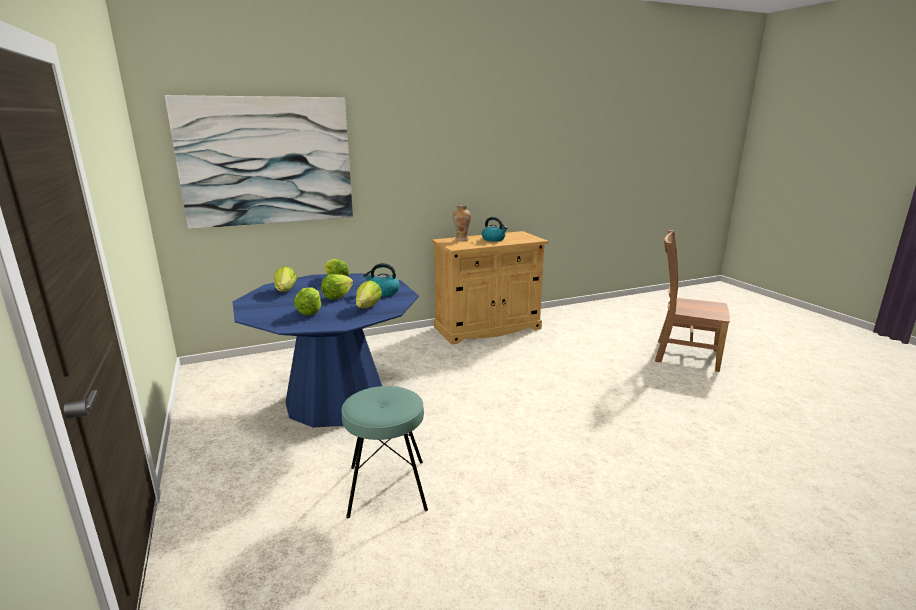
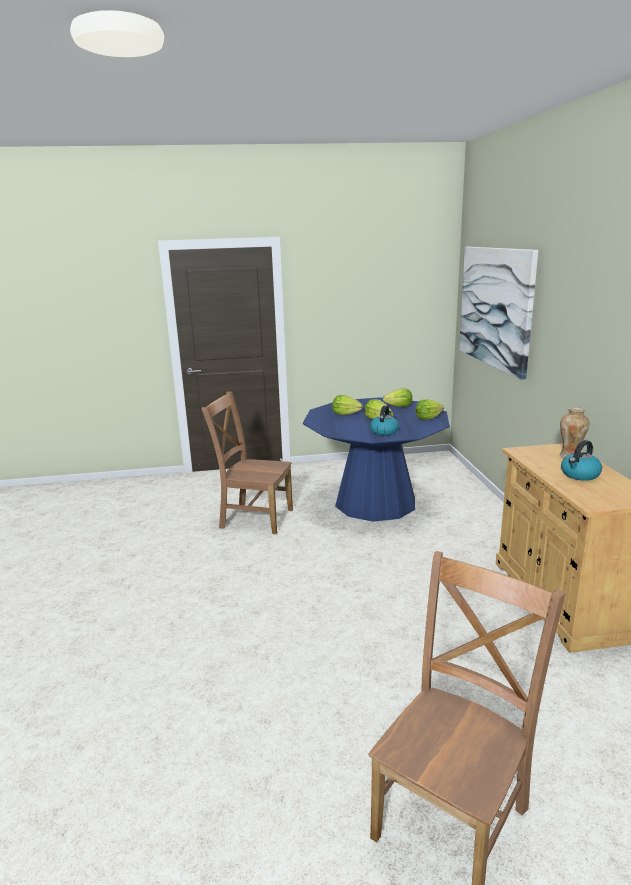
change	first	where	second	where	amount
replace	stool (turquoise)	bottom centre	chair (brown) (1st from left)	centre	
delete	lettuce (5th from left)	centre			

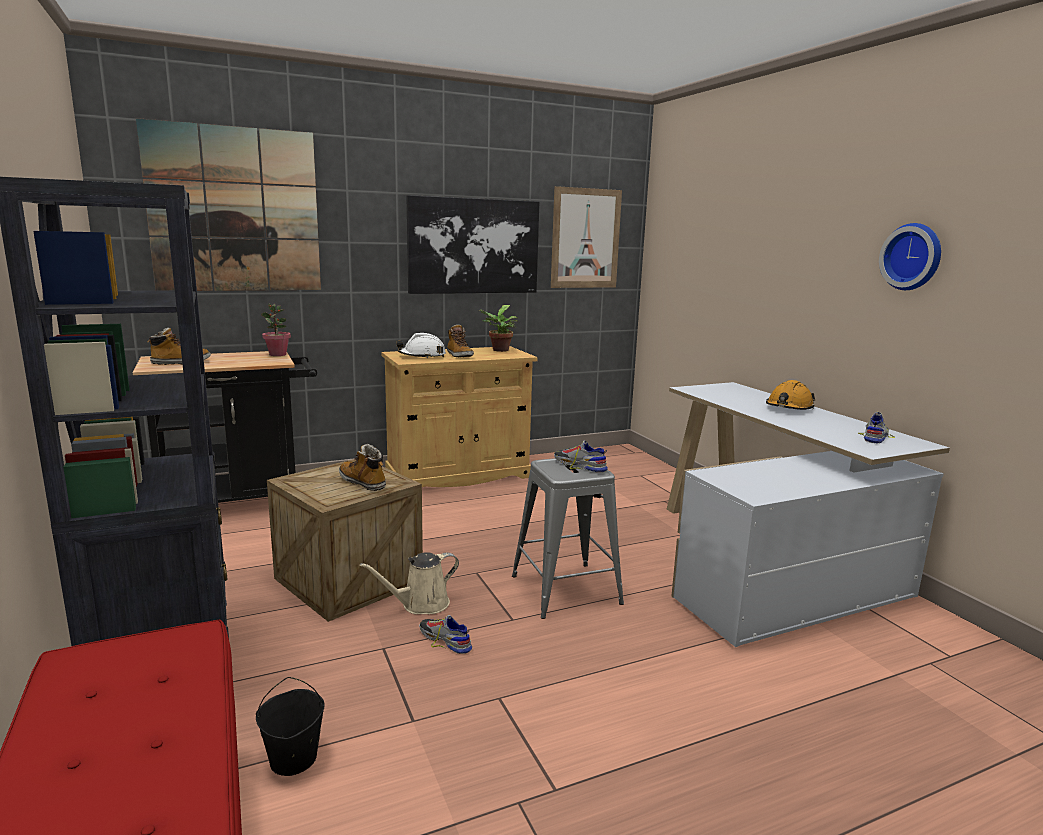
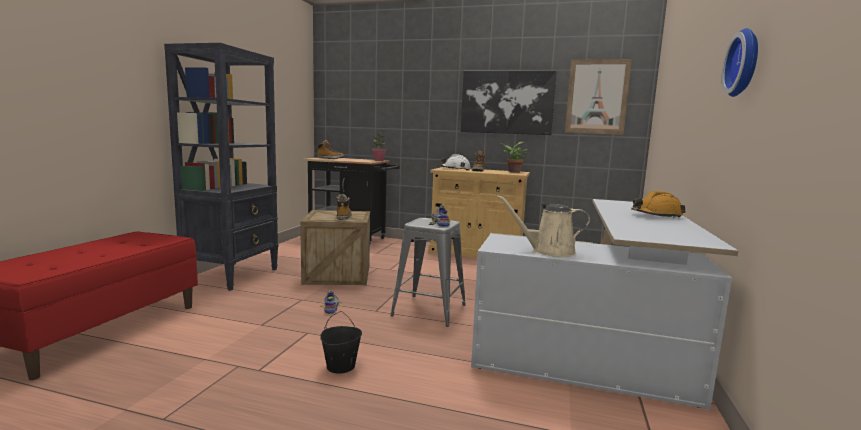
change	first	where	second	where	amount
delete	picture (1st from left)	top left			
move	bucket (black)	bottom left		bottom centre	
move	watering can (beige)	bottom centre		centre	
delete	shoe (3rd from left)	middle right			

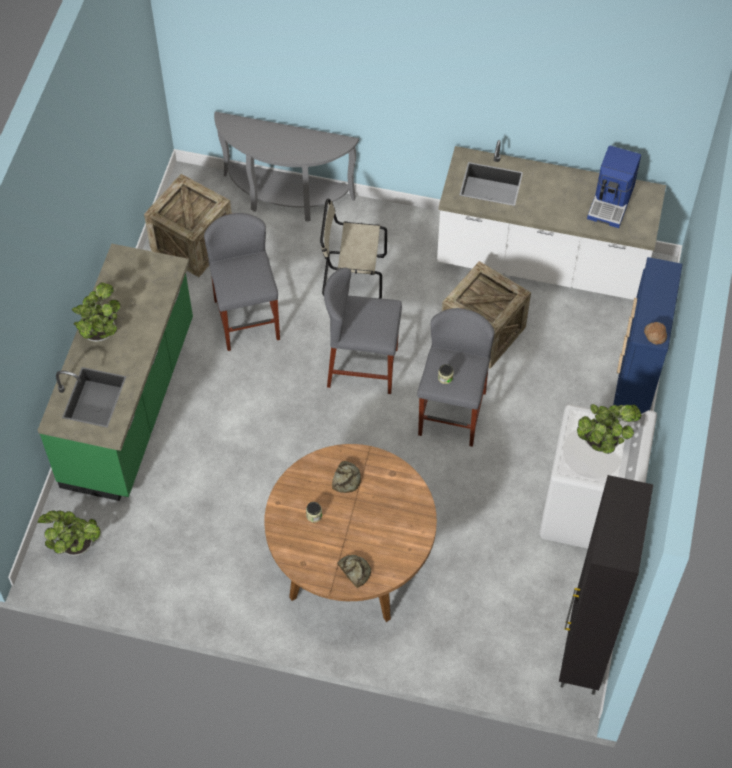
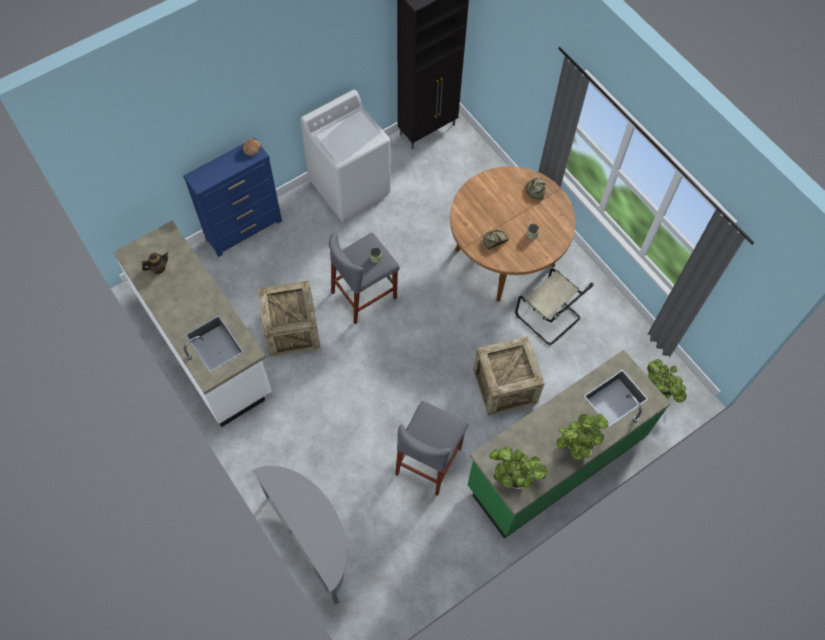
change	first	where	second	where	amount
move	crate (1st from left in the first image)	top left	crate (2nd from left)	centre	
move	chair (beige)	top centre		middle right	
delete	stool (grey) (2nd from left)	centre			
move	potted plant (3rd from left in the first image)	middle right	potted plant (1st from left)	bottom centre	
replace	coffee machine	top right	teapot	middle left	

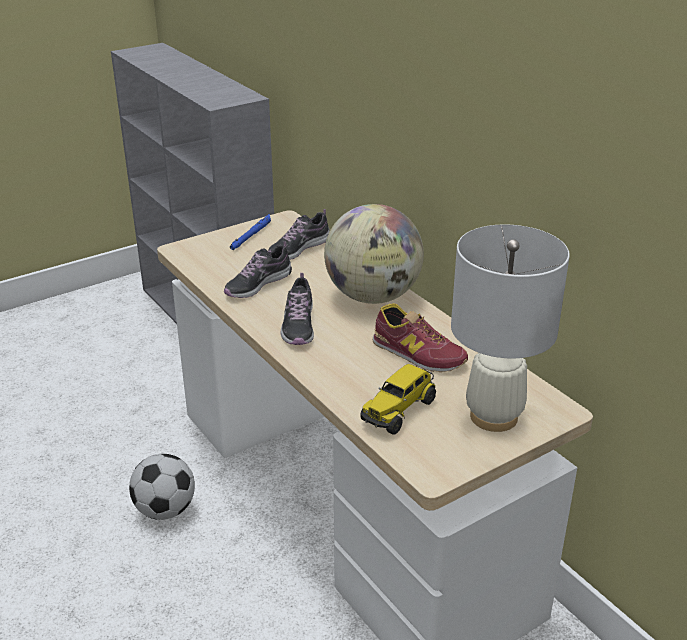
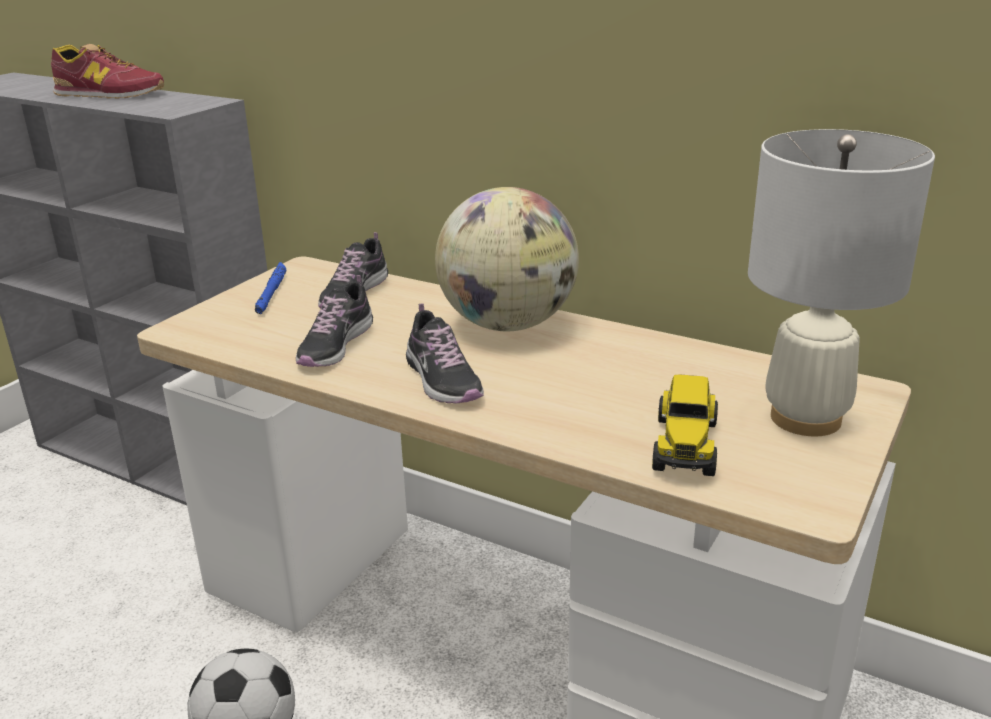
change	first	where	second	where	amount
move	shoe (4th from left in the first image)	centre	shoe (1st from left)	top left	

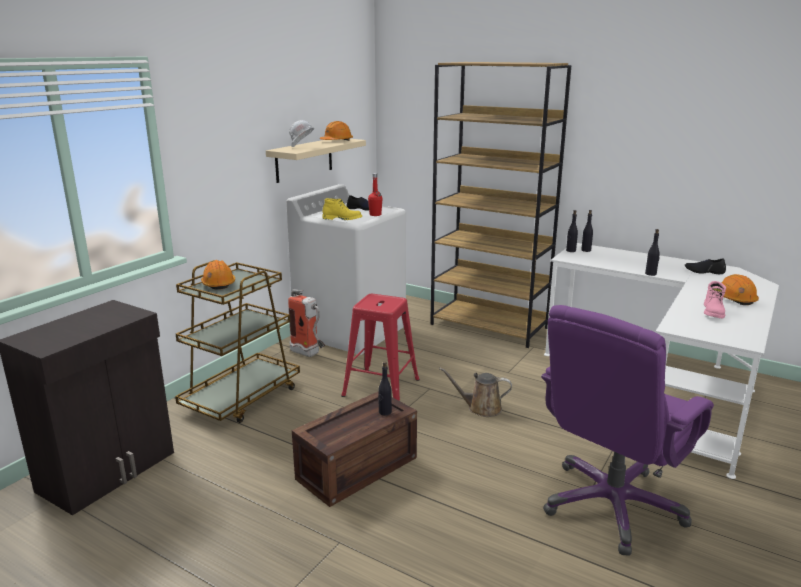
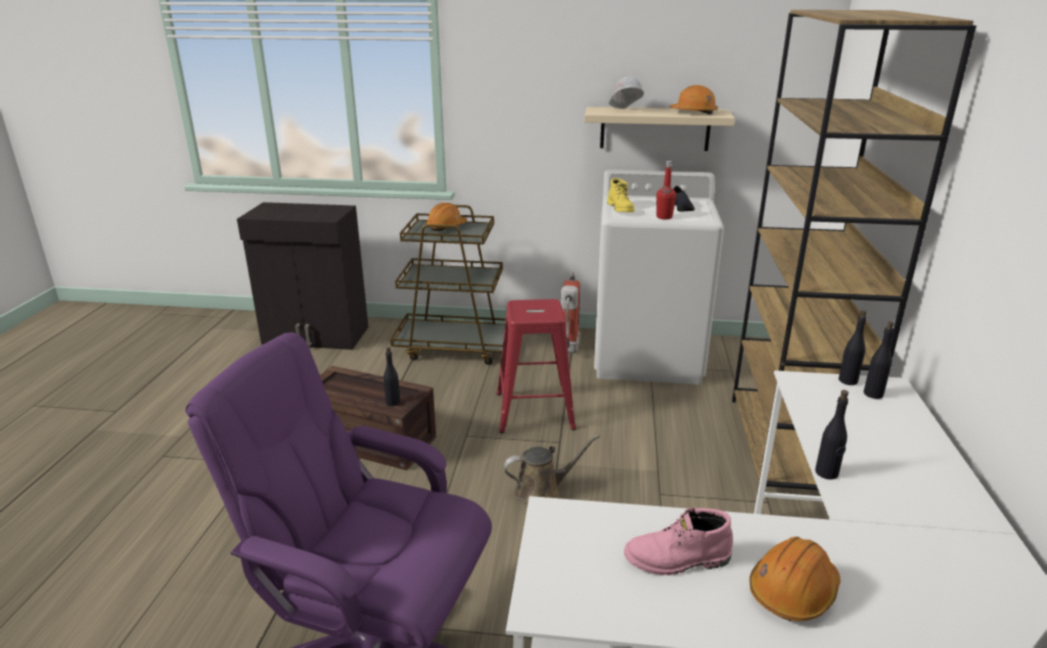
change	first	where	second	where	amount
rotate	watering can (brown)	bottom centre		bottom centre	90 degrees clockwise
delete	shoe (black) (2nd from left)	middle right			

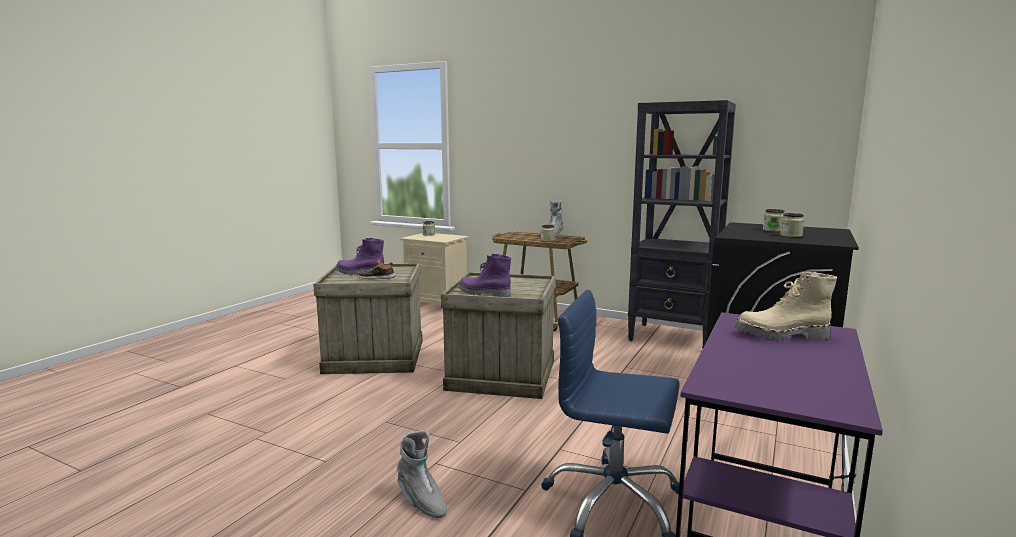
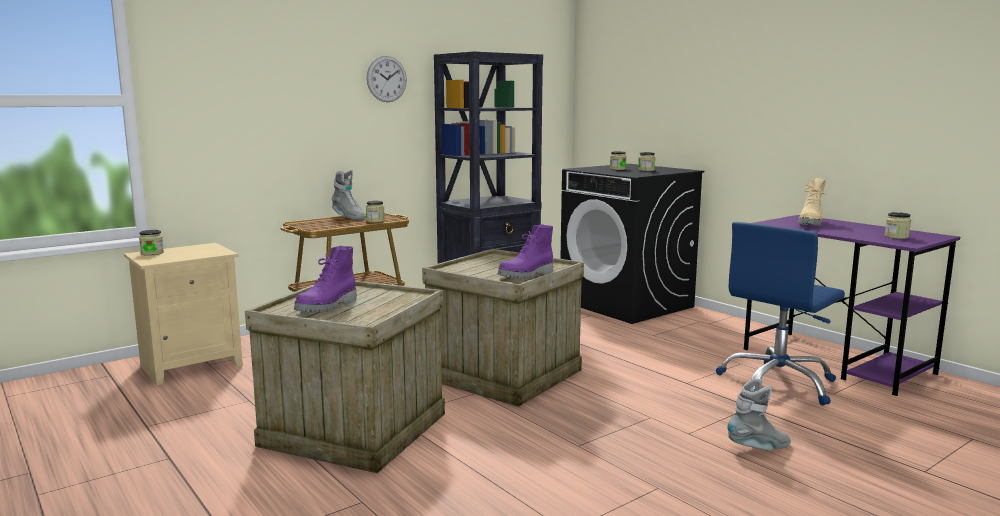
change	first	where	second	where	amount
delete	shoe	centre			
insert			wall clock	top centre	
insert			jar (5th from left)	middle right	

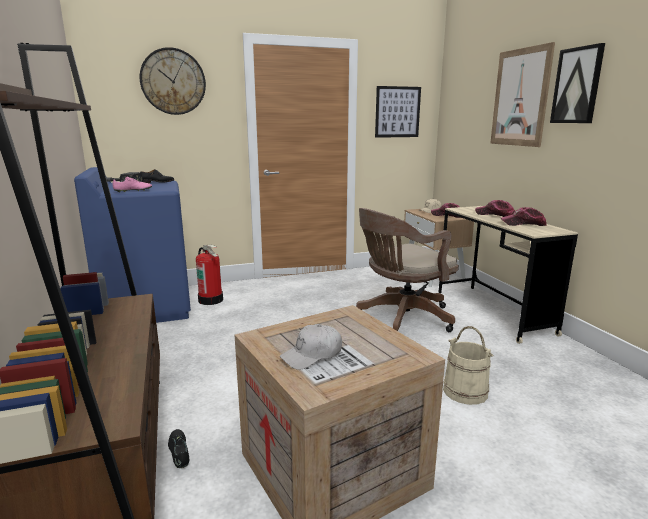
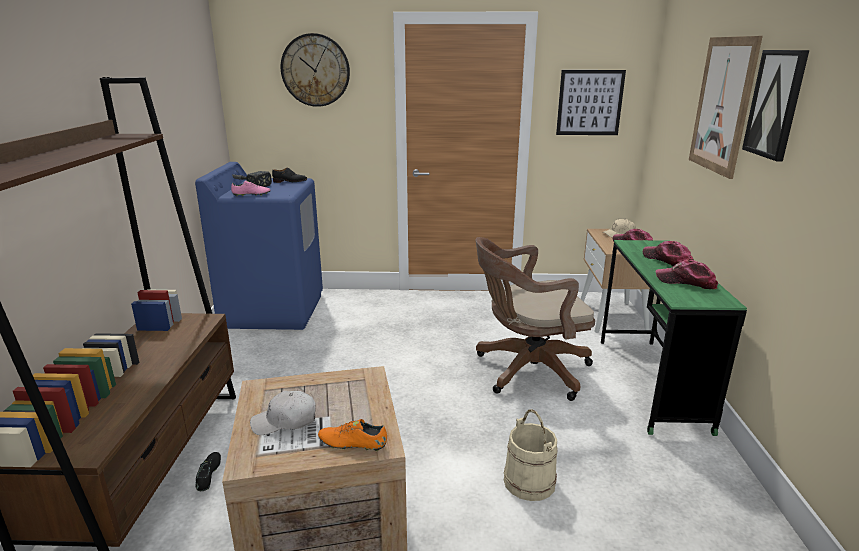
change	first	where	second	where	amount
delete	fire extinguisher	middle left			
recolor	desk (beige)	middle right	desk (green)	middle right	
insert			shoe (orange)	bottom centre	

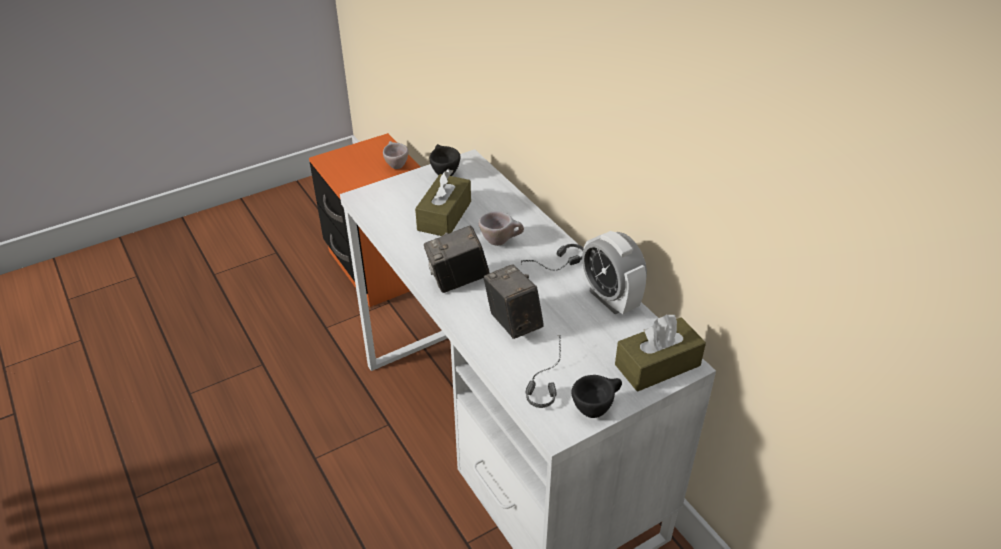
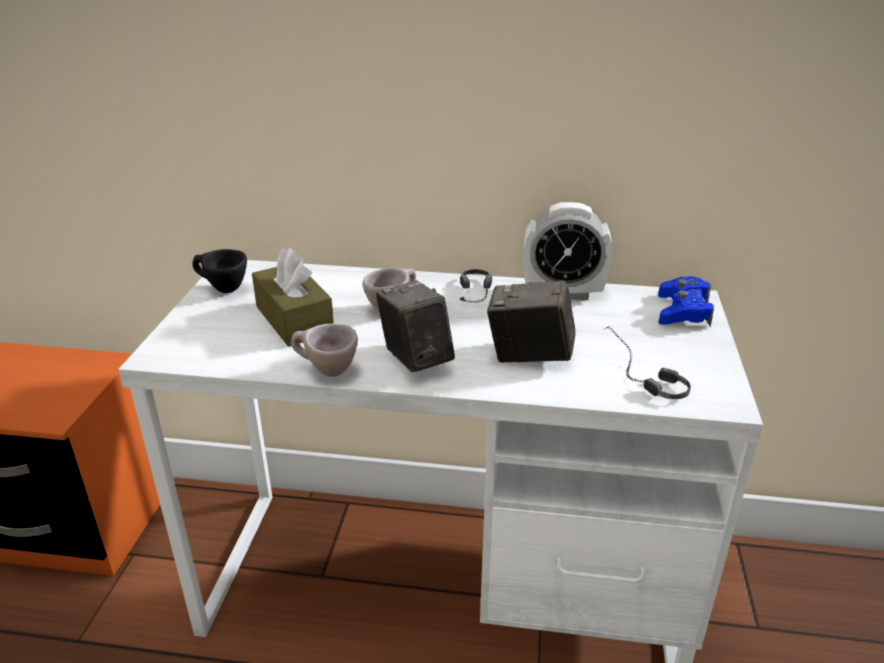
change	first	where	second	where	amount
move	cup (beige) (1st from left)	top centre		centre	
rotate	photo camera (1st from left)	centre		centre	135 degrees clockwise
delete	cup (black) (2nd from left)	bottom centre			
replace	tissue box (brown) (2nd from left)	centre	game controller (blue)	middle right	

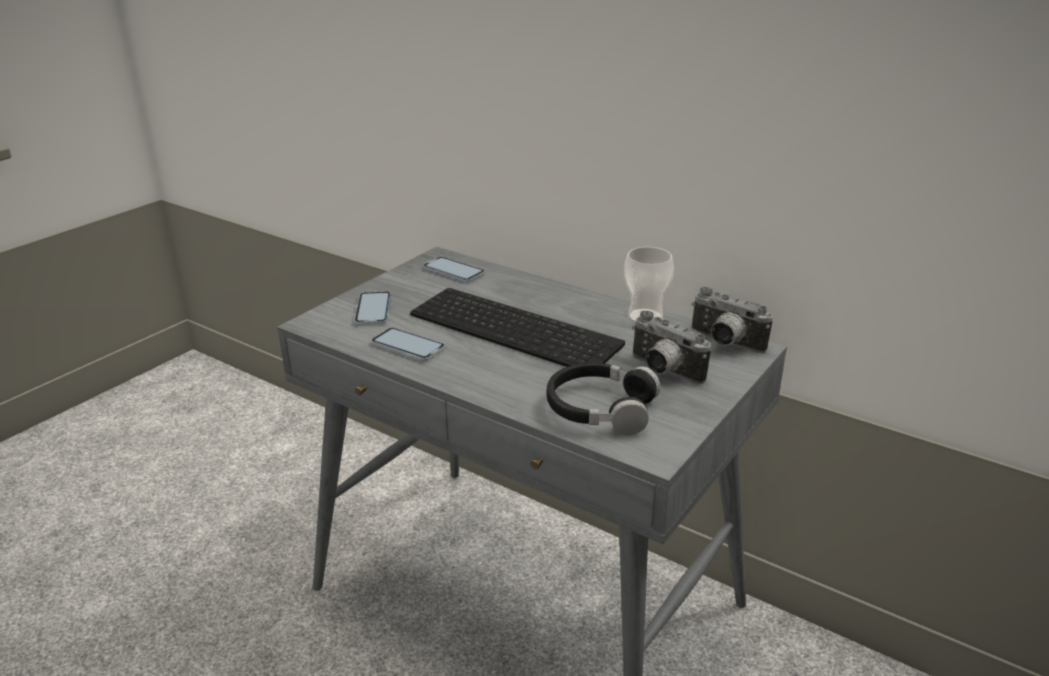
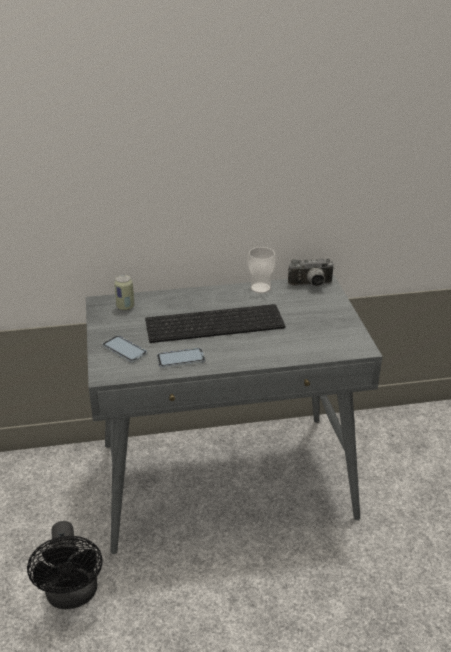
change	first	where	second	where	amount
replace	phone (3rd from left)	centre	can	middle left	
delete	headphones (black)	centre			
delete	photo camera (1st from left)	centre			
insert			fan (black)	bottom left	

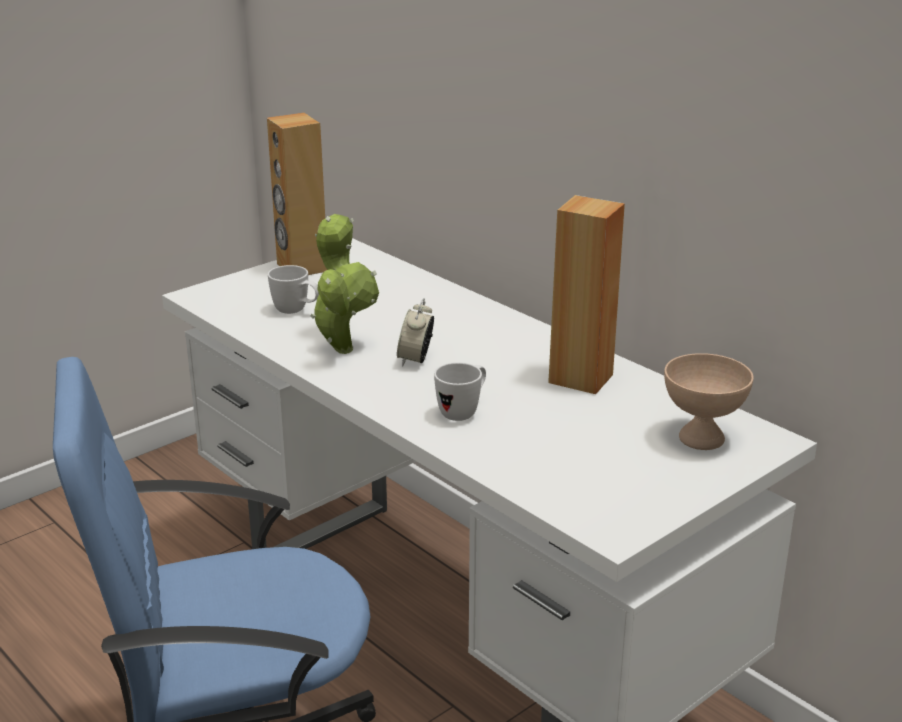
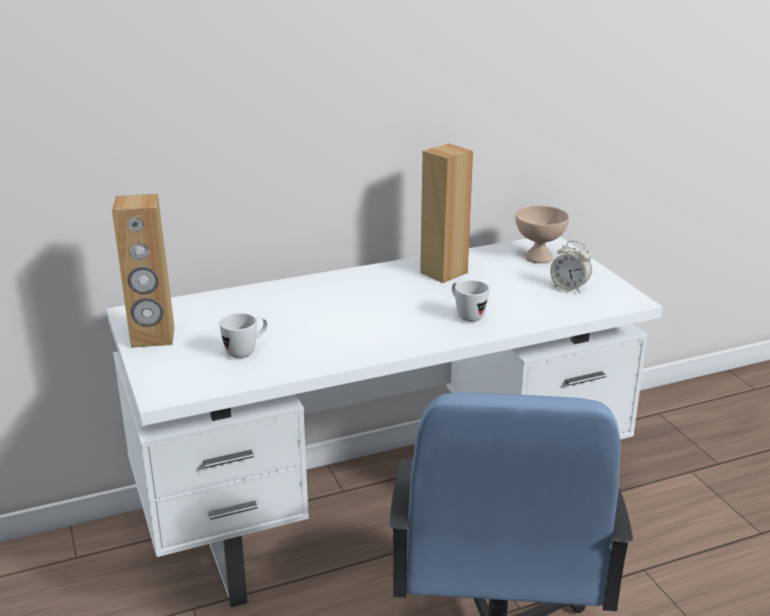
change	first	where	second	where	amount
delete	potted plant	centre			
move	alarm clock	centre		middle right	

